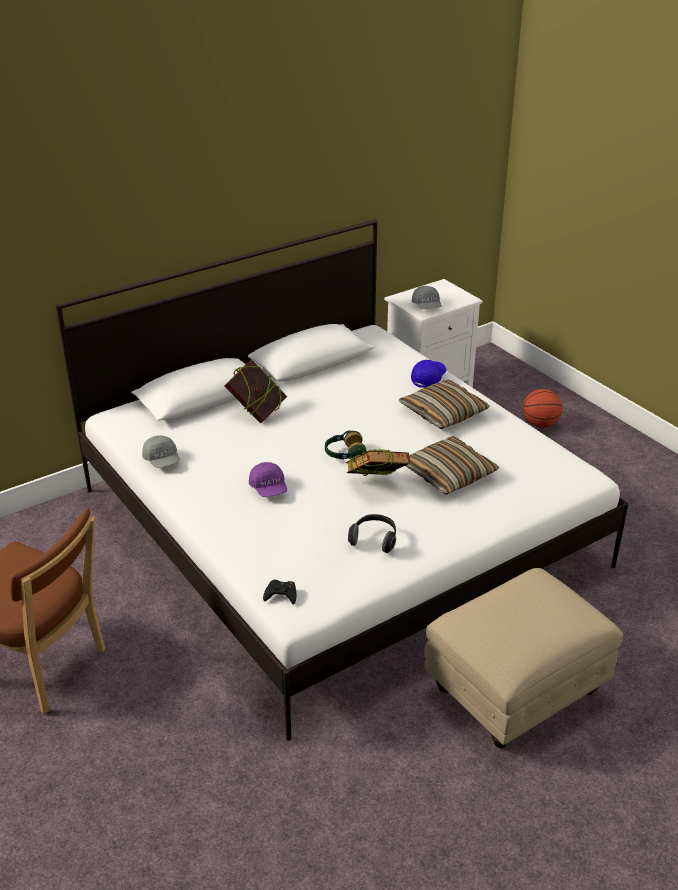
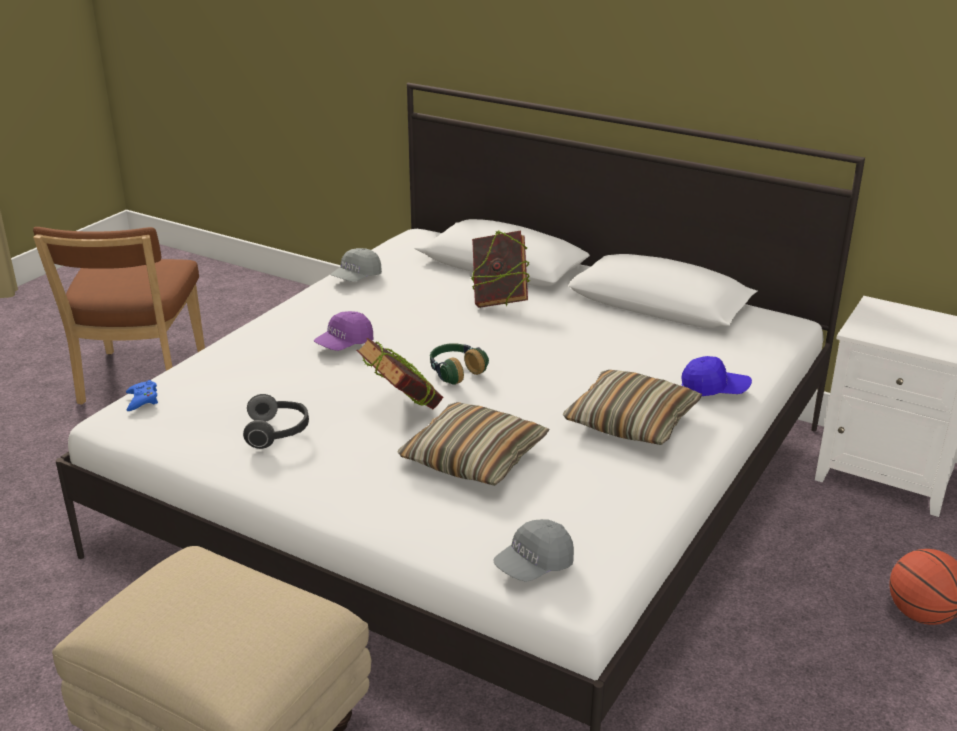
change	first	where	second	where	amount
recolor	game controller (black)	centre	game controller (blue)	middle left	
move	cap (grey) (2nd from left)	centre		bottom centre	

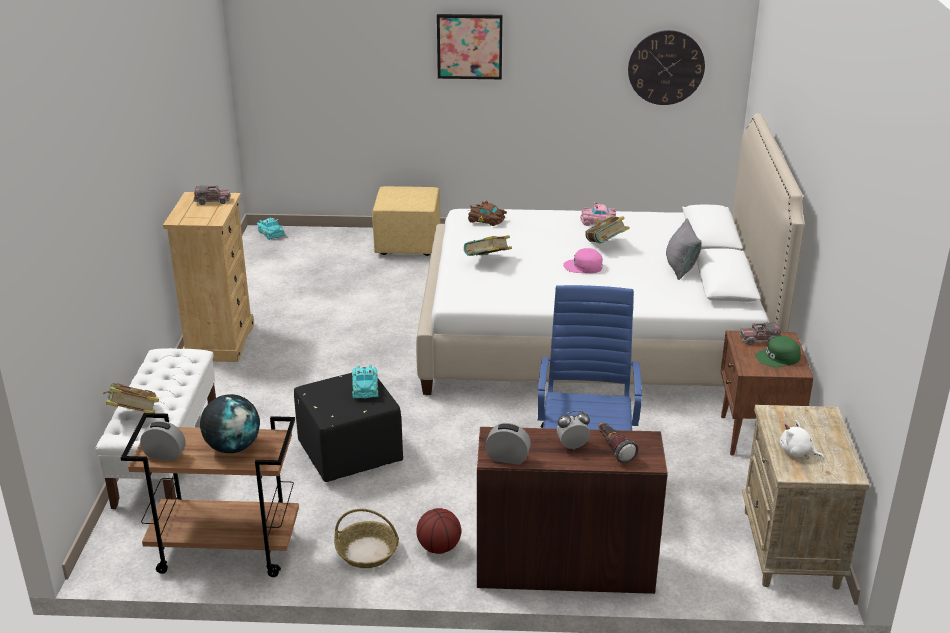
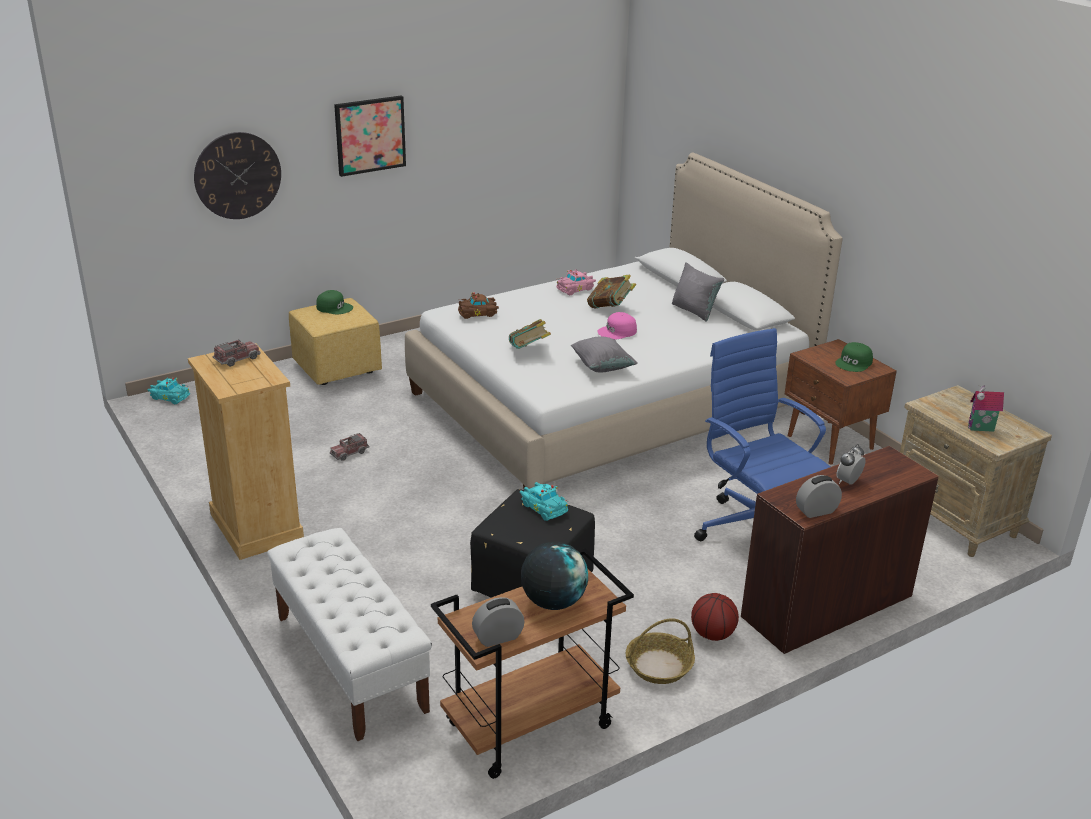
change	first	where	second	where	amount
delete	book (1st from left)	middle left			
delete	flashlight	bottom centre			
move	wall clock	top right		top left	
move	toy truck (2nd from left)	middle right		middle left	
replace	plush toy (white)	bottom right	toy house	middle right	
insert			cap (green) (1st from left)	middle left	
insert			pillow (grey) (1st from left)	centre	

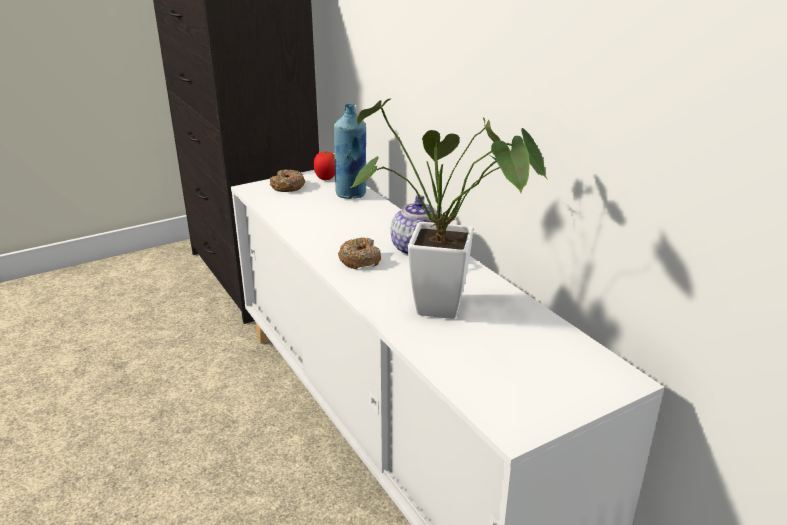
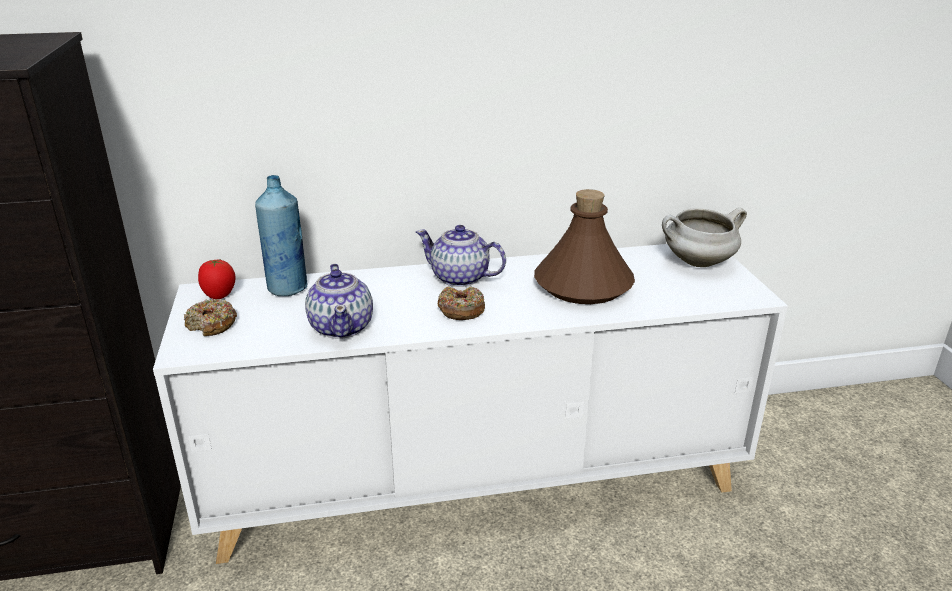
change	first	where	second	where	amount
replace	potted plant	centre	bottle (brown)	centre	
insert			teapot (1st from left)	centre	
insert			cooking pot (white)	middle right	

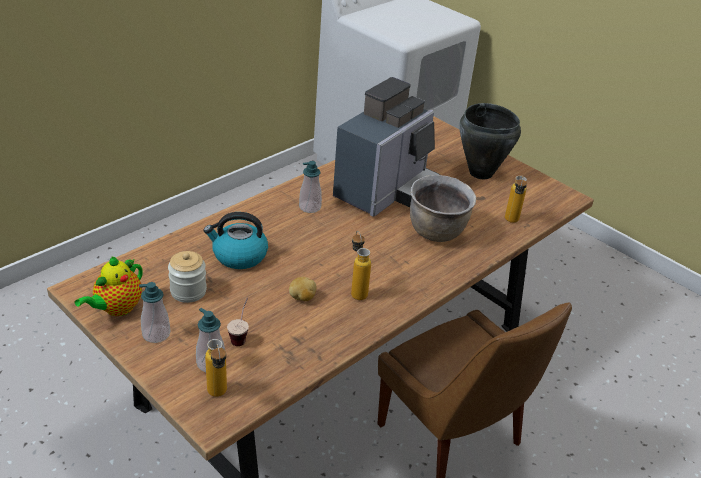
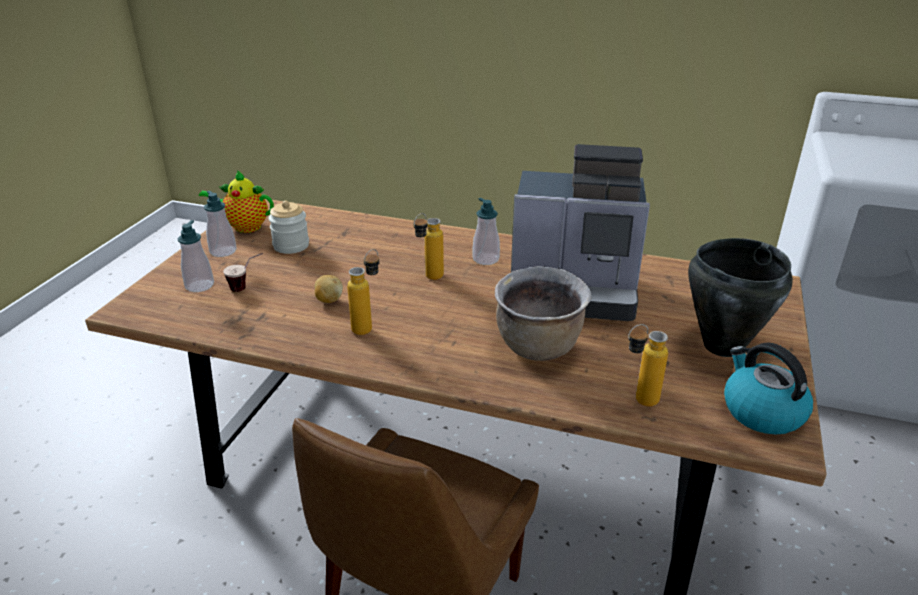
change	first	where	second	where	amount
move	kettle	centre		middle right	
move	bottle (1st from left in the first image)	bottom left	bottle (2nd from left)	centre	

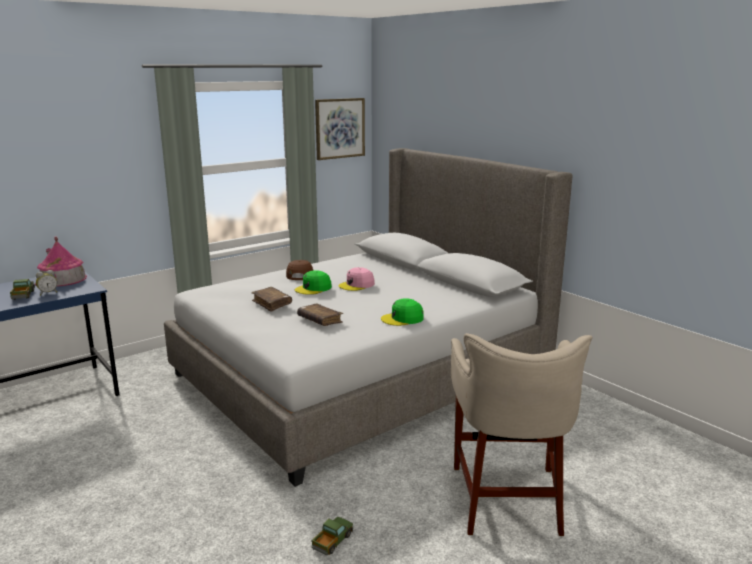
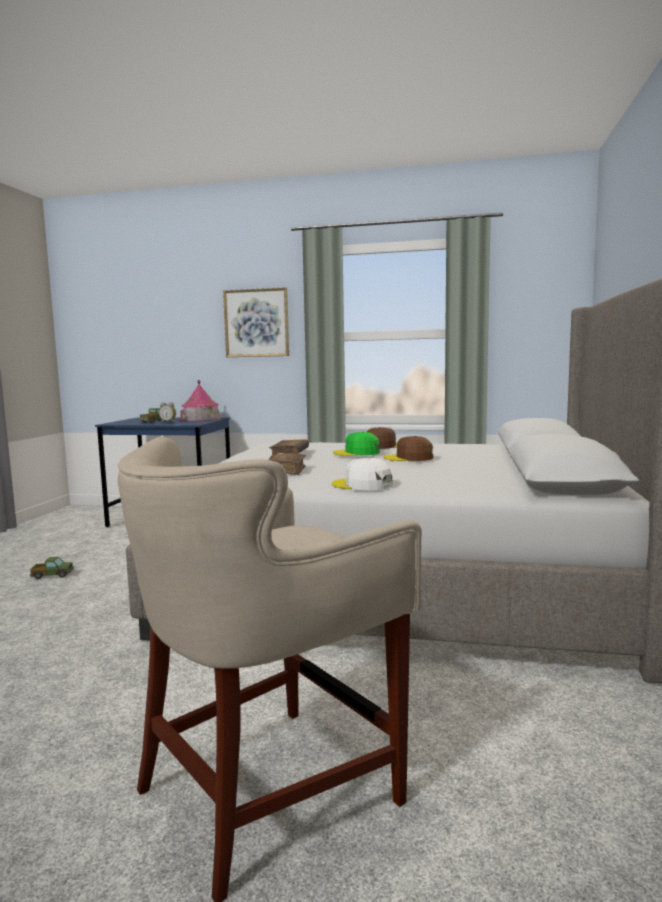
change	first	where	second	where	amount
move	toy truck (2nd from left in the first image)	bottom centre	toy truck (1st from left)	middle left	
move	picture	top centre		centre	
recolor	cap (pink)	centre	cap (brown) (2nd from left)	centre	
recolor	cap (green) (2nd from left)	centre	cap (white)	centre	

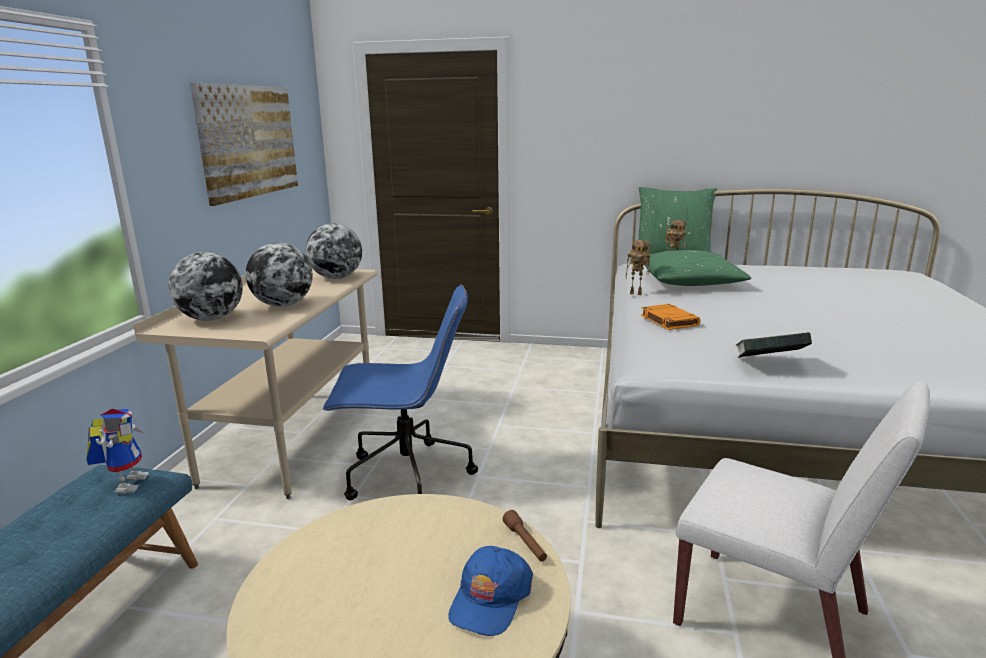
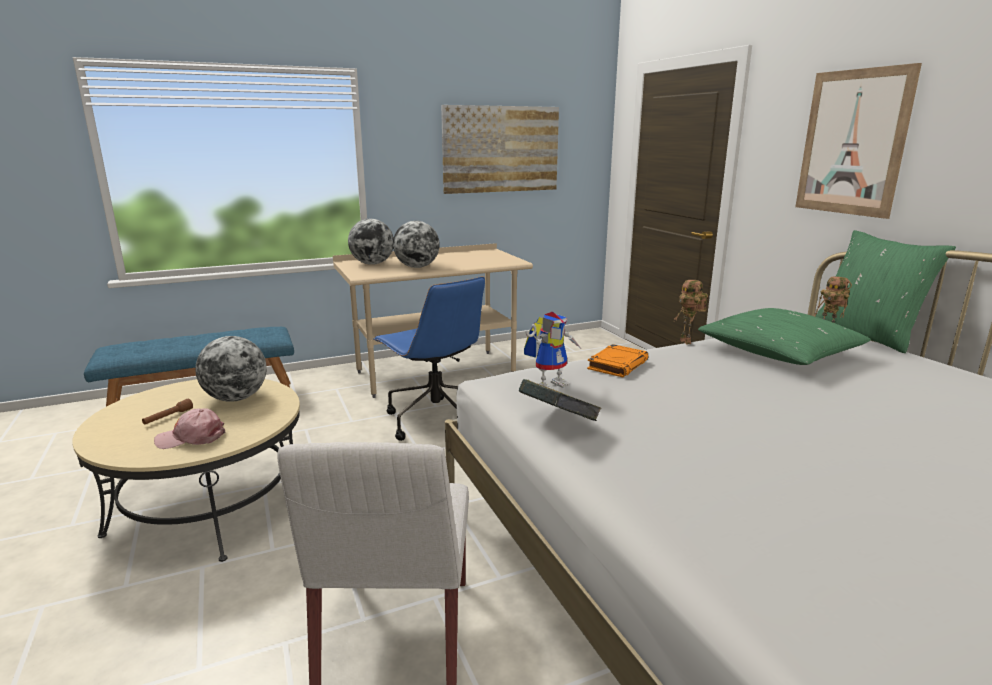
change	first	where	second	where	amount
move	toy robot (1st from left)	bottom left		centre	
move	globe (3rd from left in the first image)	centre	globe (1st from left)	middle left	
recolor	cap (blue)	bottom centre	cap (pink)	middle left	
move	flashlight (brown)	bottom centre		middle left	
insert			picture (2nd from left)	top right	

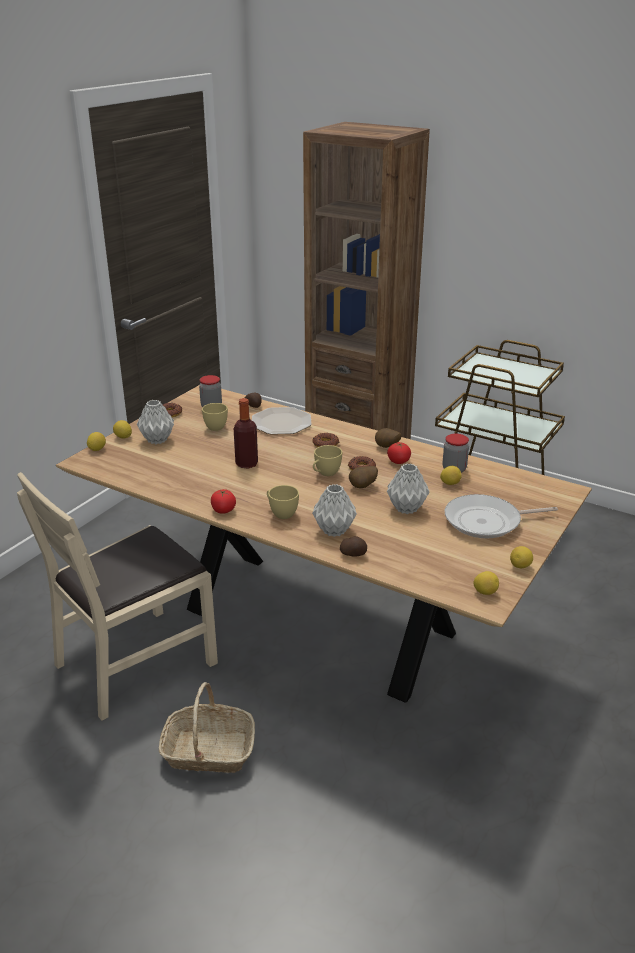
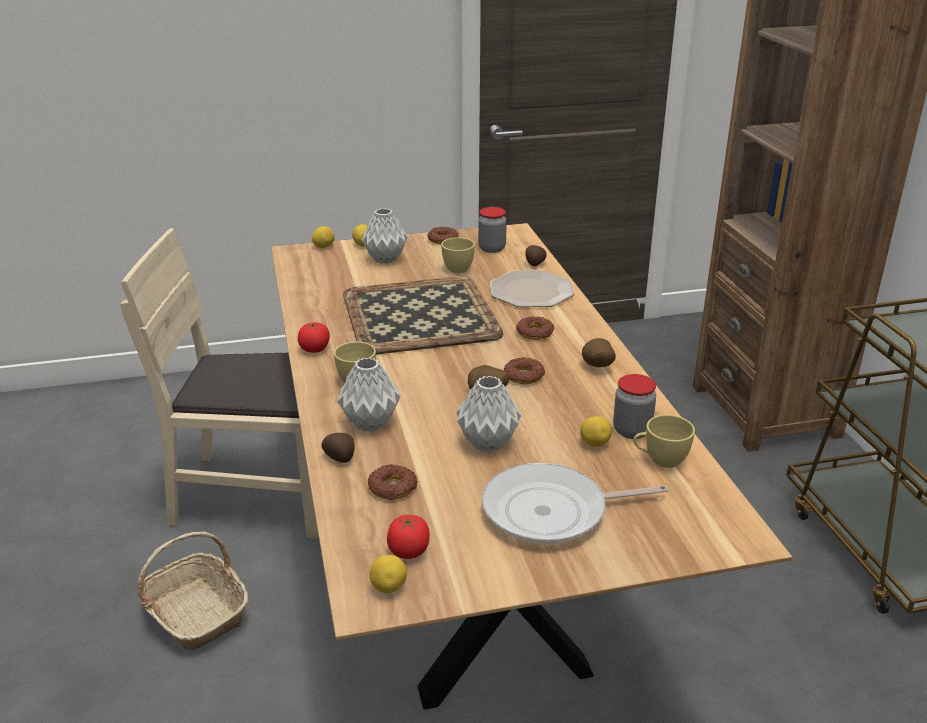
change	first	where	second	where	amount
replace	bottle	centre	tray	centre	
move	cup (yellow) (3rd from left)	centre		middle right	
move	tomato (2nd from left)	centre		bottom centre	
rotate	frying pan	middle right		bottom centre	45 degrees counterclockwise
delete	lemon (5th from left)	middle right			
insert			donut (1st from left)	bottom centre	

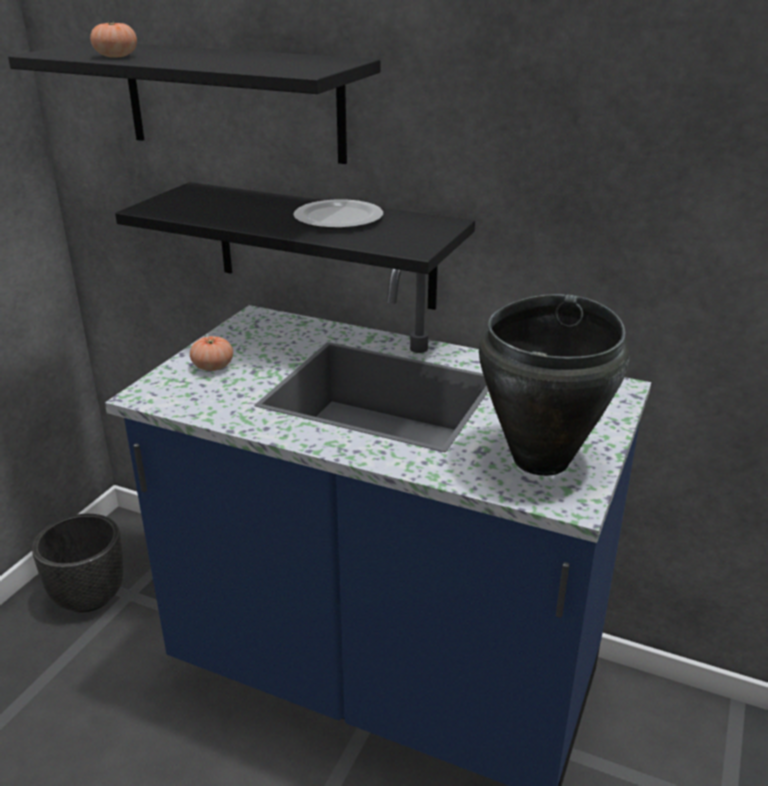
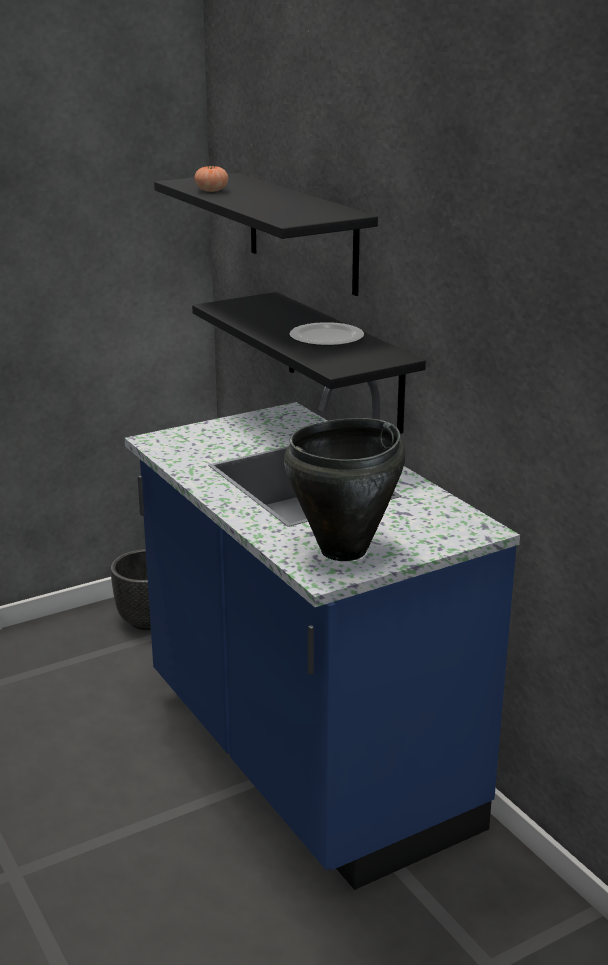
change	first	where	second	where	amount
delete	tomato (2nd from left)	middle left			

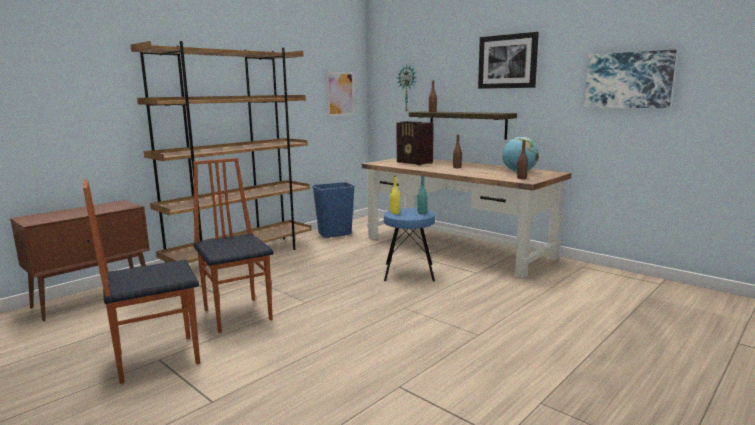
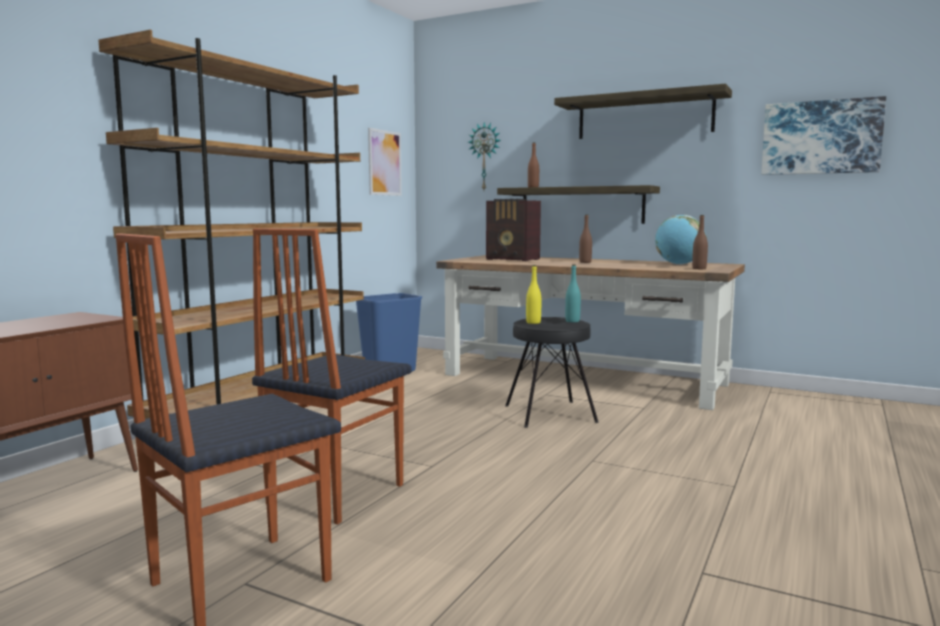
change	first	where	second	where	amount
rotate	chair (2nd from left)	middle left		centre	105 degrees counterclockwise
recolor	stool (blue)	centre	stool (black)	centre	
replace	picture (2nd from left)	top right	shelf (2nd from left)	top right	

